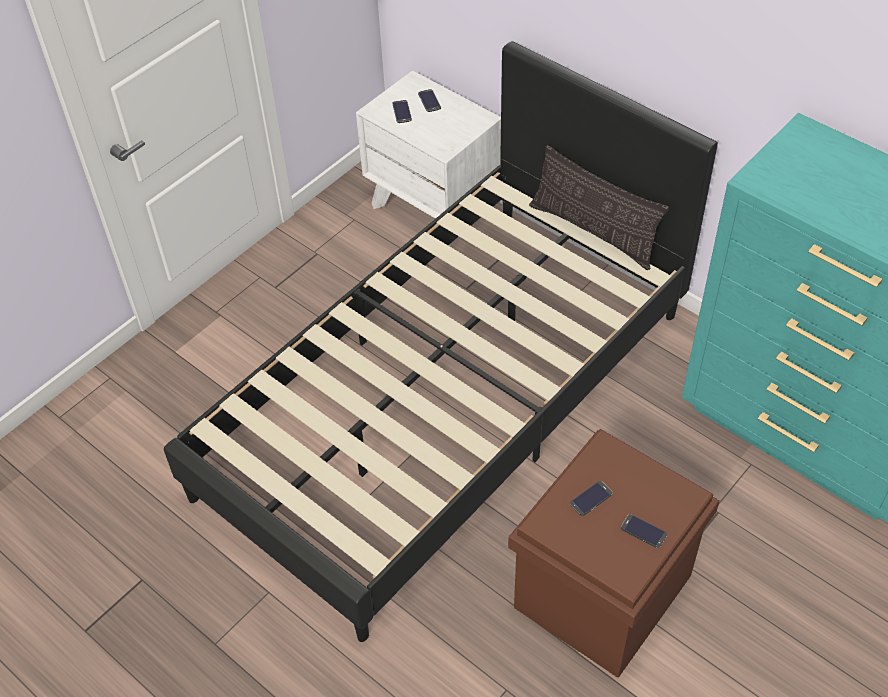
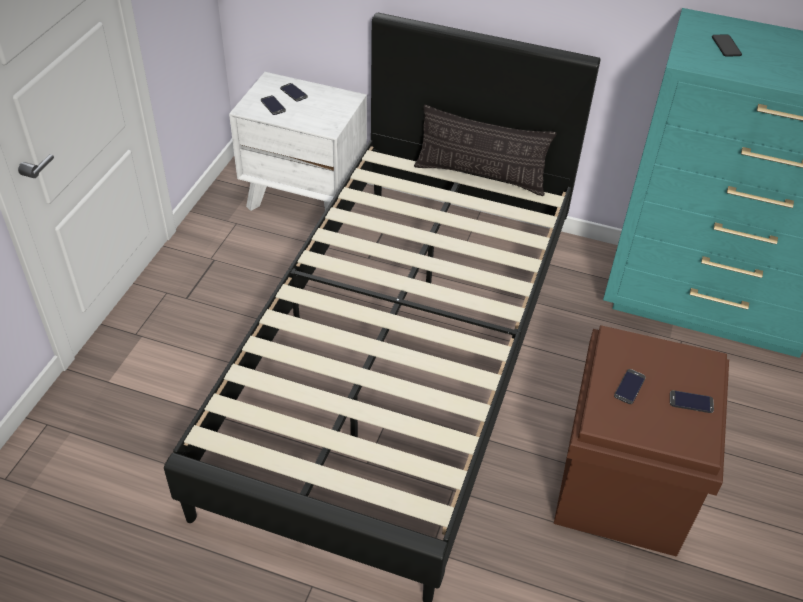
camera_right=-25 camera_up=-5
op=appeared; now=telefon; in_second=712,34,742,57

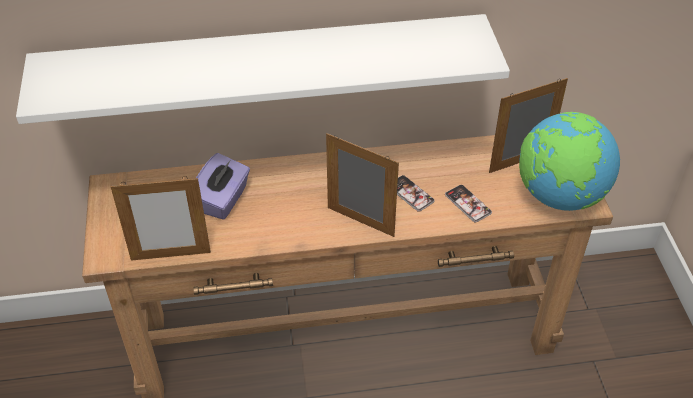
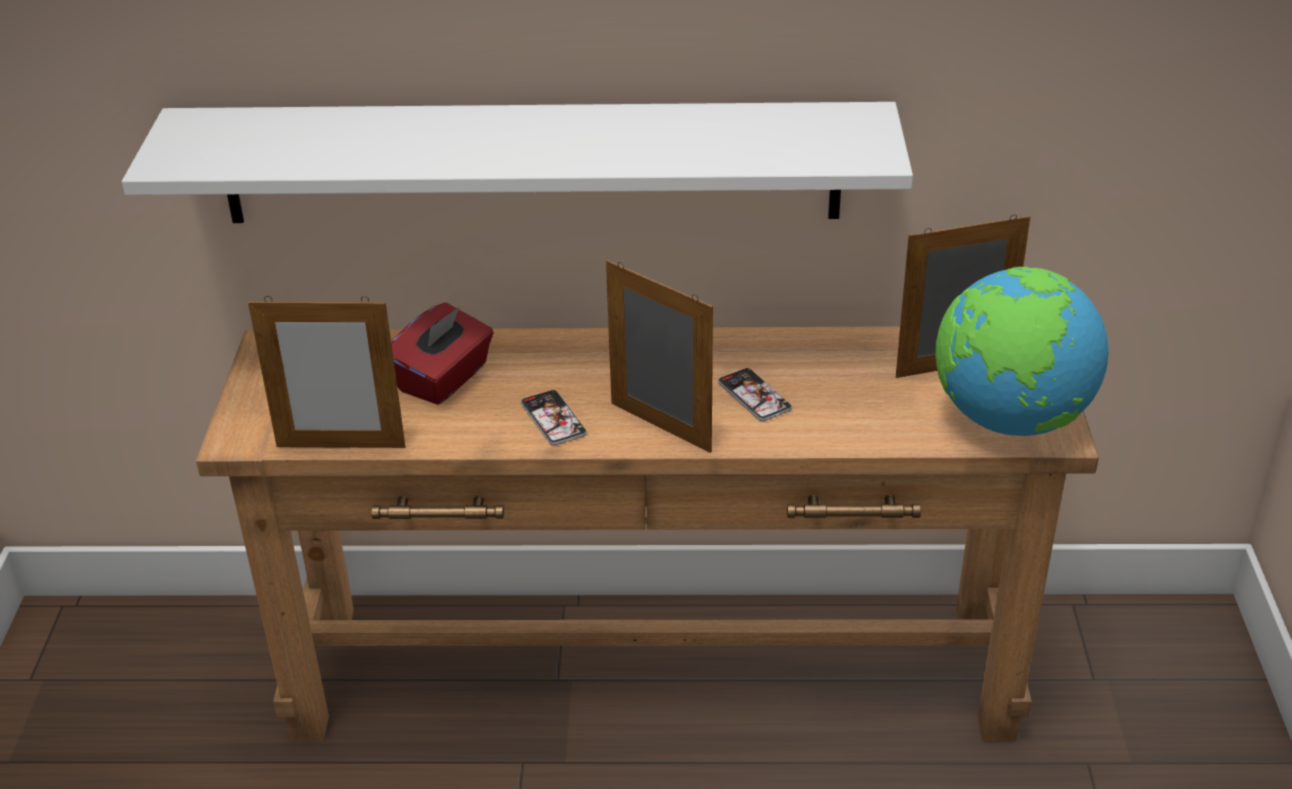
camera_right=10 camera_up=-10
op=colour; was=pudełko chusteczek (fioletowy); now=pudełko chusteczek (czerwony); in_first=196,153,250,220; in_second=391,303,494,405
op=relocated; was=telefon; in_first=445,185,492,222; in_second=521,390,587,445

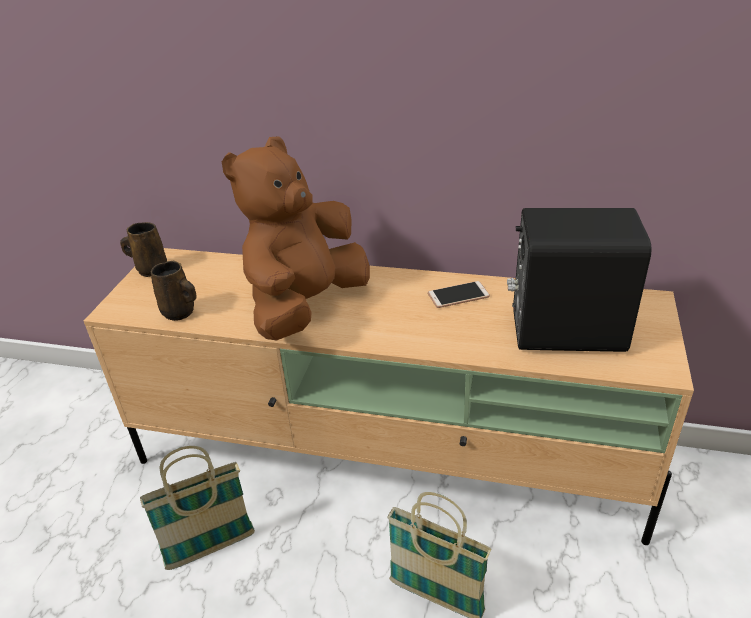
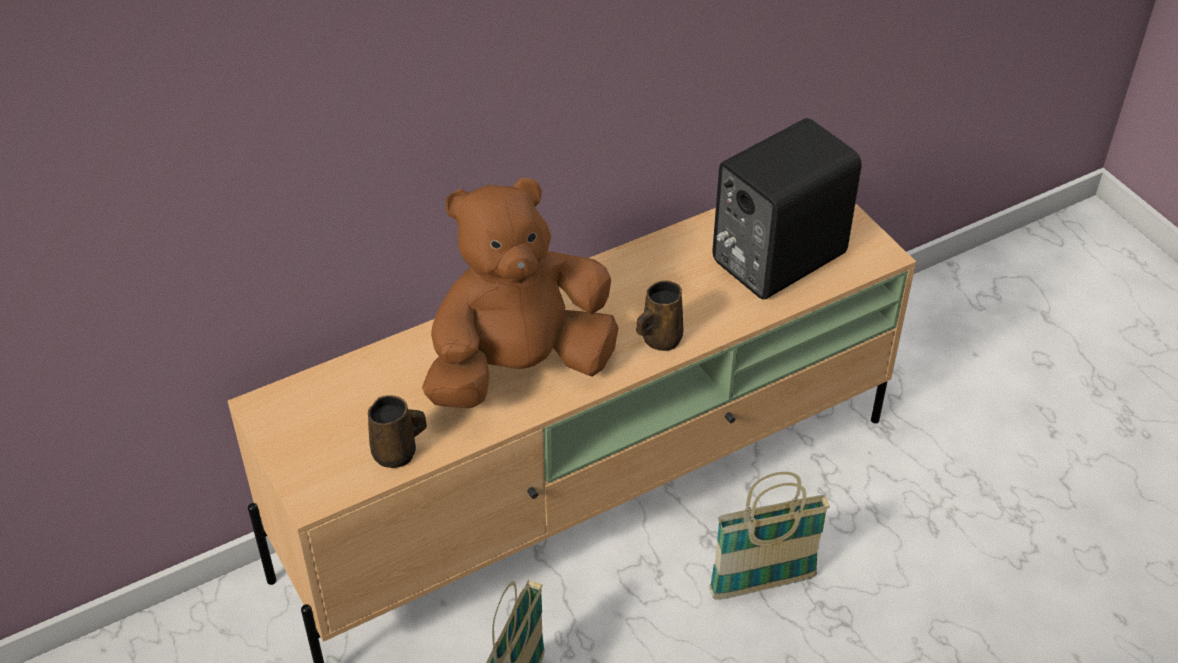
camera_right=-45 camera_up=10
op=spun; was=pluszak (brązowy); in_first=222,136,370,340; in_second=422,177,618,408; clockwise=75
op=relocated; was=kubek (brązowy); in_first=120,222,167,277; in_second=636,281,684,351
op=missing; was=telefon; in_first=428,281,490,308

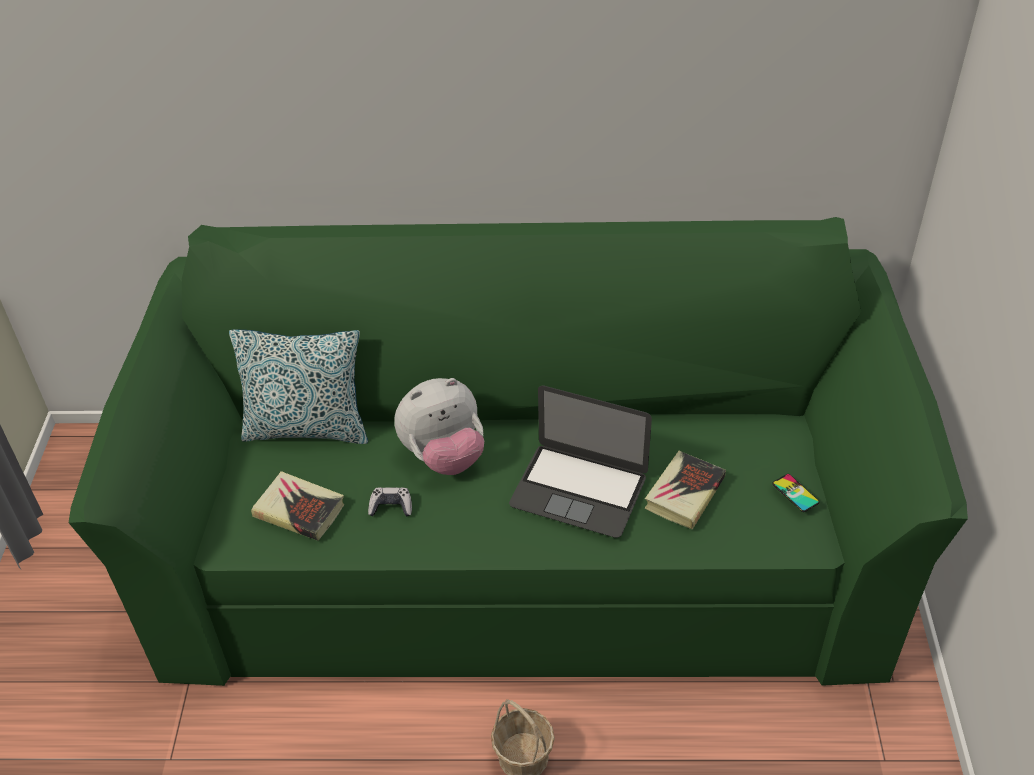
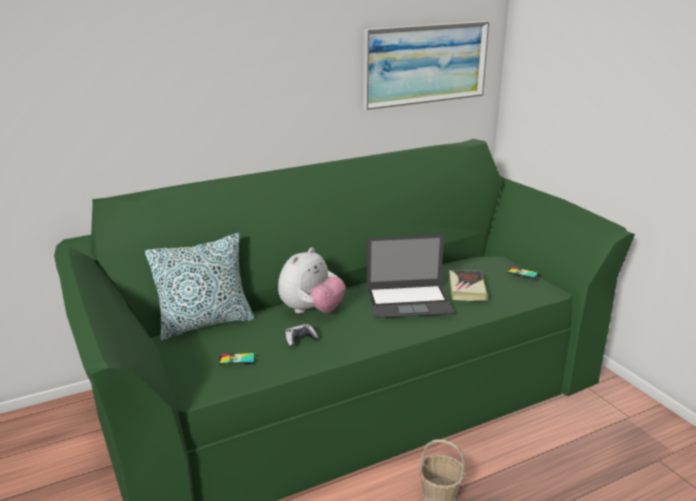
camera_right=-30 camera_up=-20
op=exchanged; was=książka; now=telefon; in_first=251,471,344,541; in_second=219,353,255,365
op=appeared; now=obraz; in_second=364,21,489,110

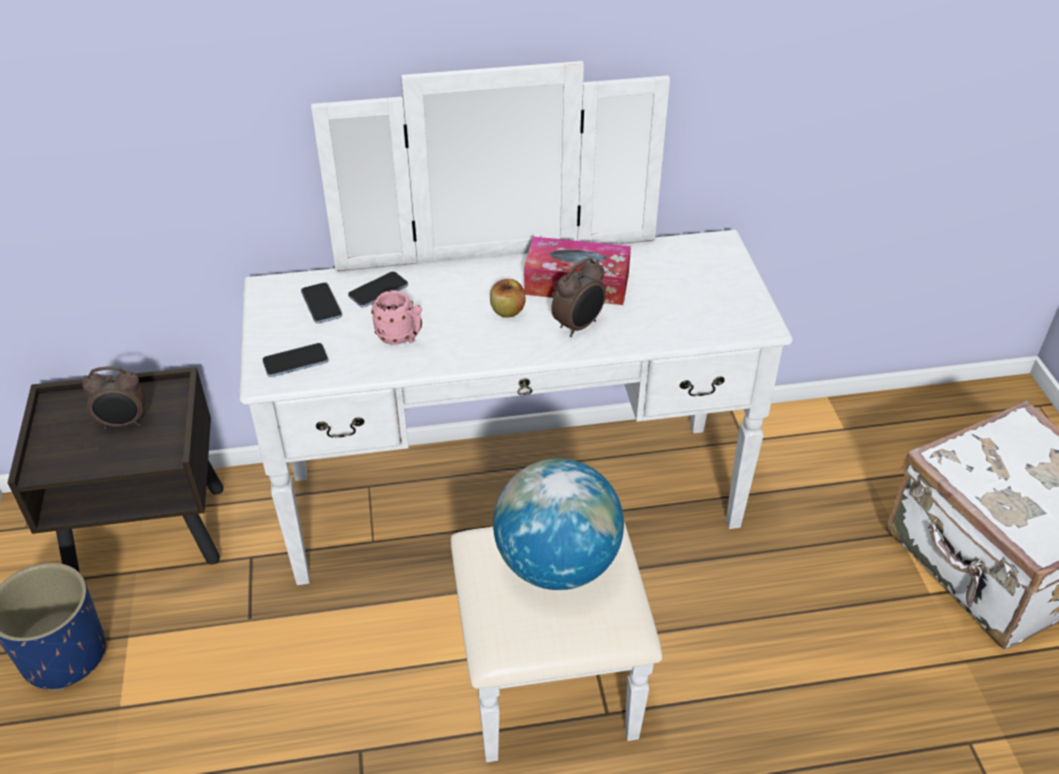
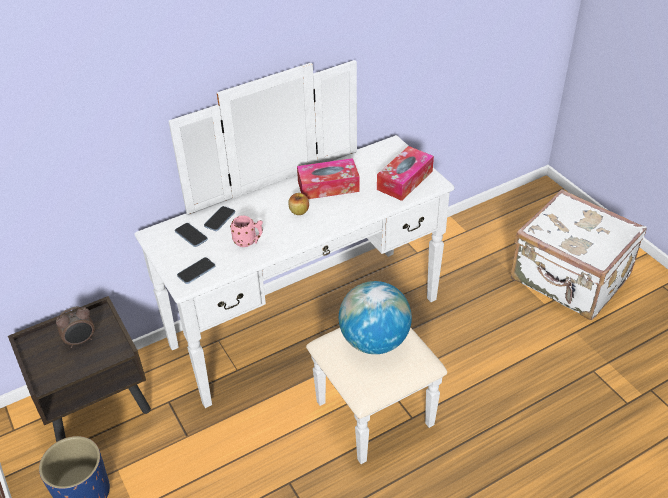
camera_right=-20 camera_up=0
op=missing; was=budzik; in_first=551,257,606,337
op=appeared; now=pudełko chusteczek; in_second=377,146,434,201

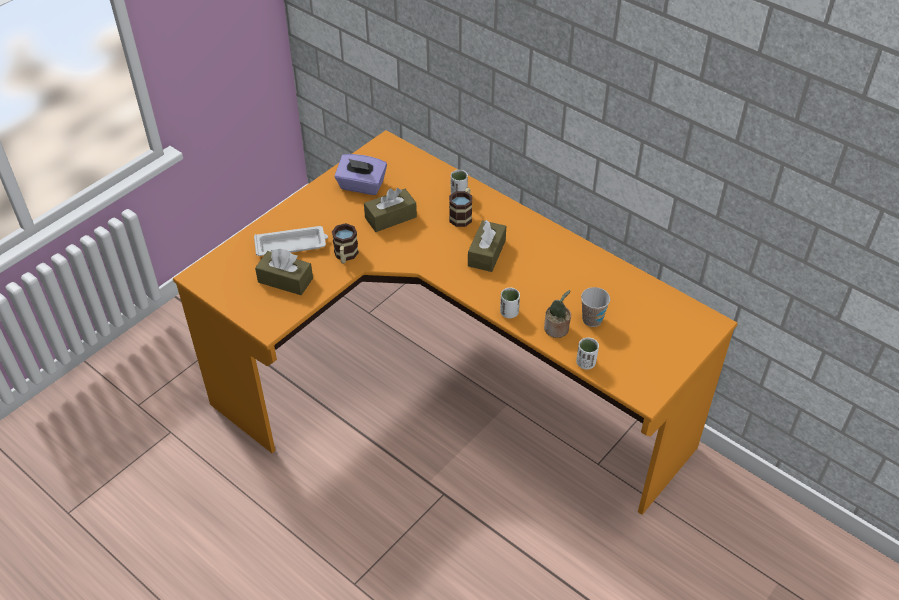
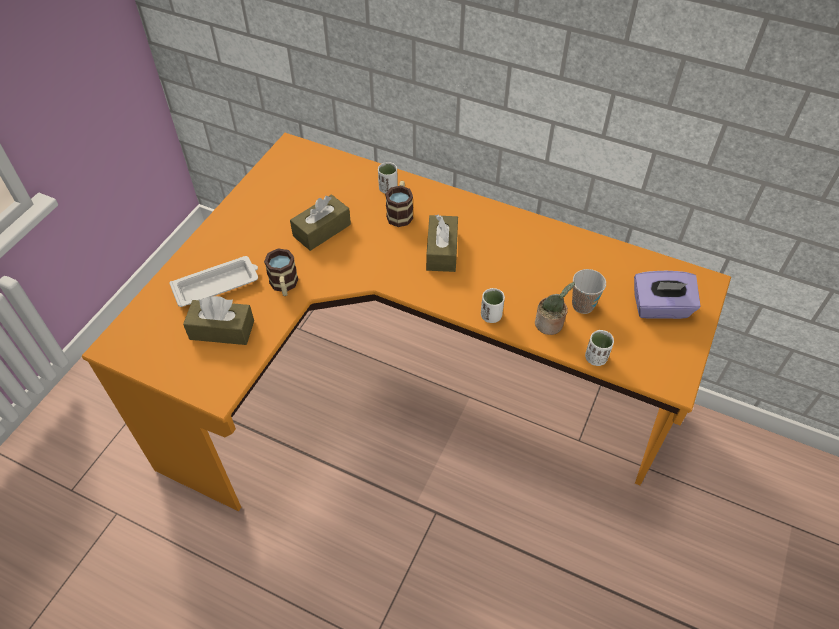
camera_right=-15 camera_up=5
op=relocated; was=pudełko chusteczek (fioletowy); in_first=334,154,387,195; in_second=634,271,701,319

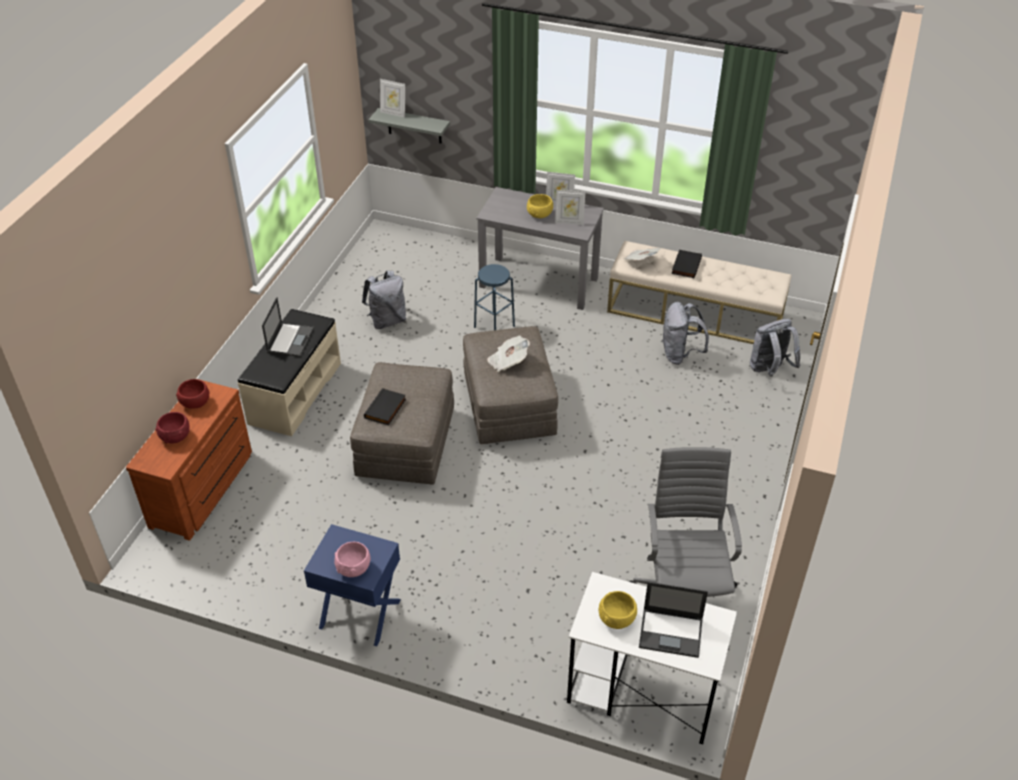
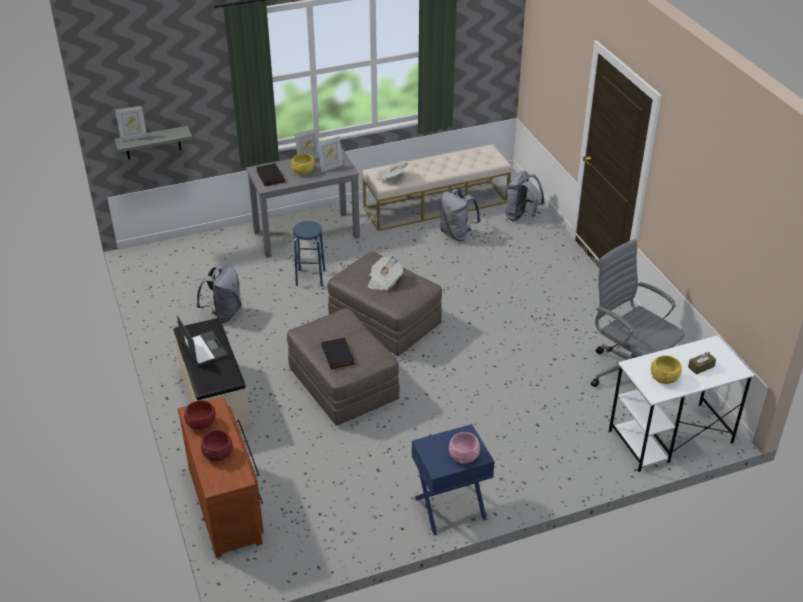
camera_right=-40 camera_up=-5
op=relocated; was=książka (czarny); in_first=671,250,702,278; in_second=256,163,285,186
op=exchanged; was=laptop; now=pudełko chusteczek (brązowy); in_first=639,582,708,658; in_second=688,352,716,375

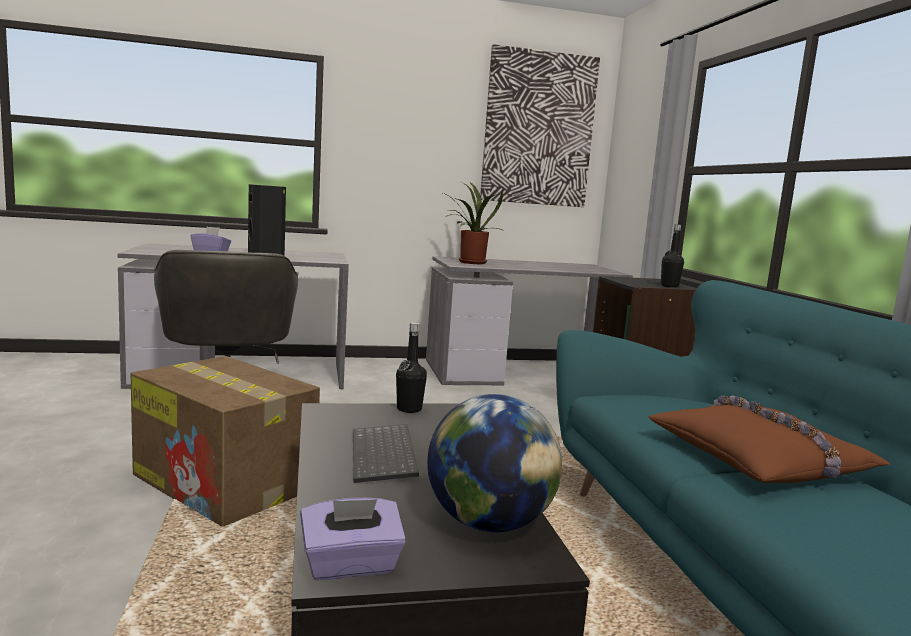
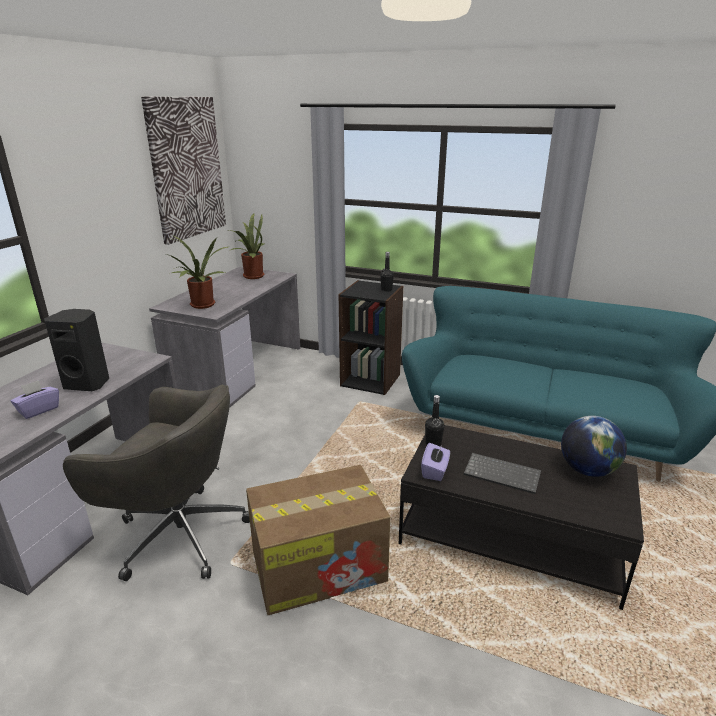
camera_right=-55 camera_up=15
op=missing; was=poduszka (brązowy); in_first=648,395,890,483
op=relocated; was=pudełko chusteczek (fioletowy); in_first=300,498,406,580; in_second=421,443,450,481
op=appeared; now=roślina doniczkowa; in_second=229,214,264,279

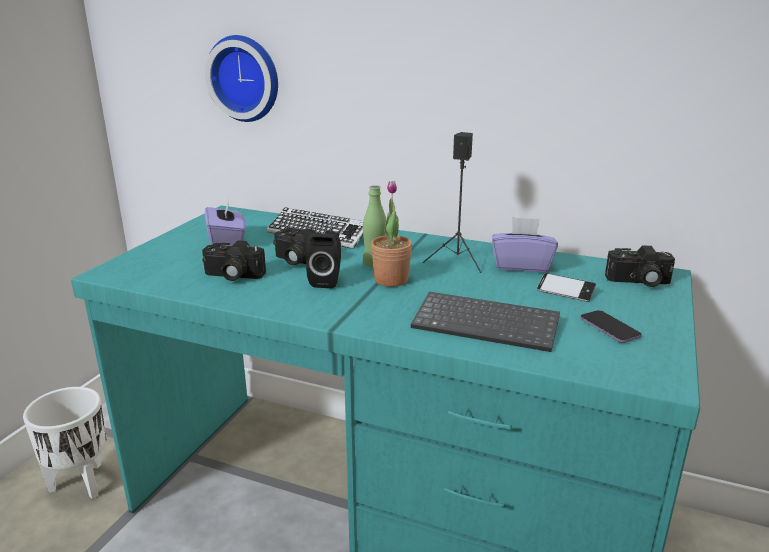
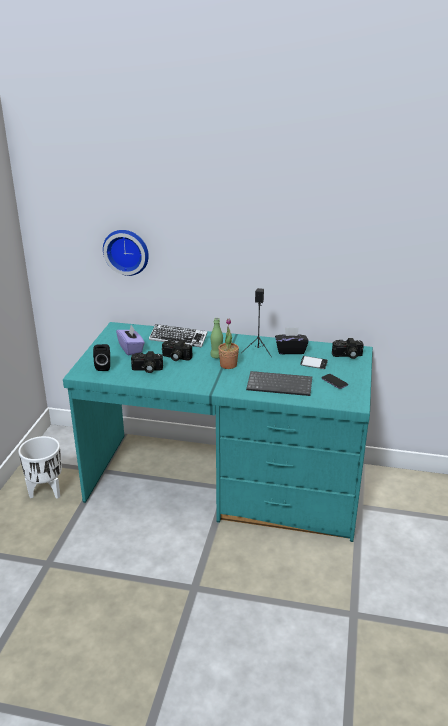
camera_right=-10 camera_up=5
op=colour; was=pudełko chusteczek (fioletowy); now=pudełko chusteczek (czarny); in_first=492,217,558,272; in_second=275,327,309,354
op=relocated; was=głośnik (czarny); in_first=306,233,341,288; in_second=93,344,110,371

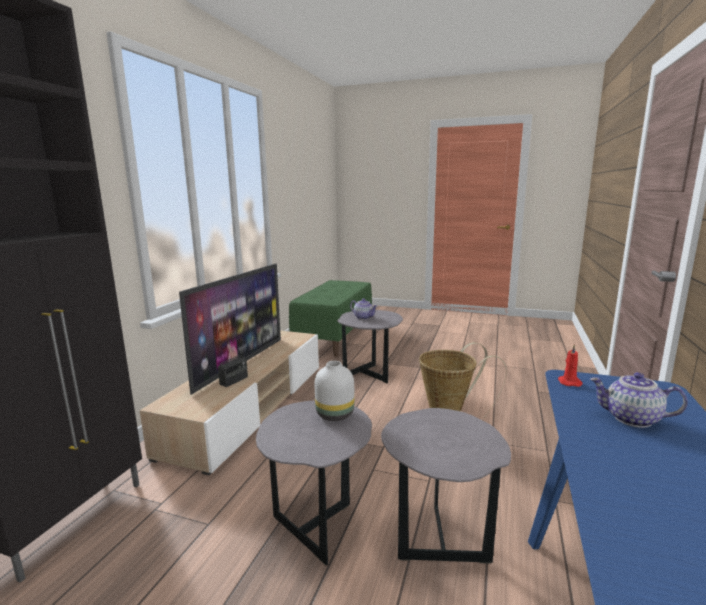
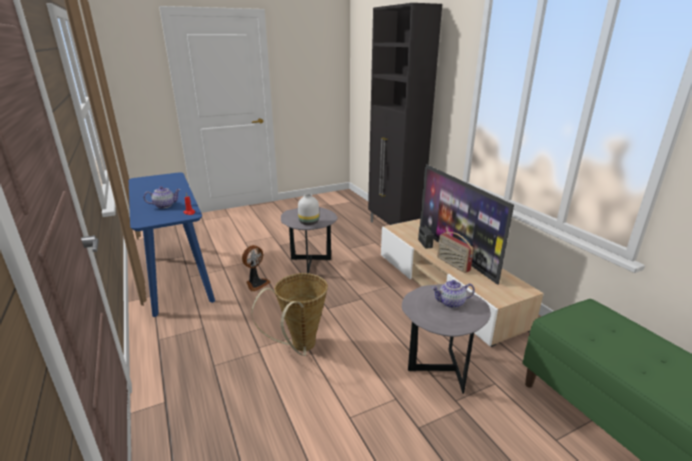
camera_right=135 camera_up=10
op=exchanged; was=stolik (szary); now=wentylator; in_first=381,408,511,564; in_second=242,245,271,292
op=appeared; now=radio; in_second=437,232,474,273

